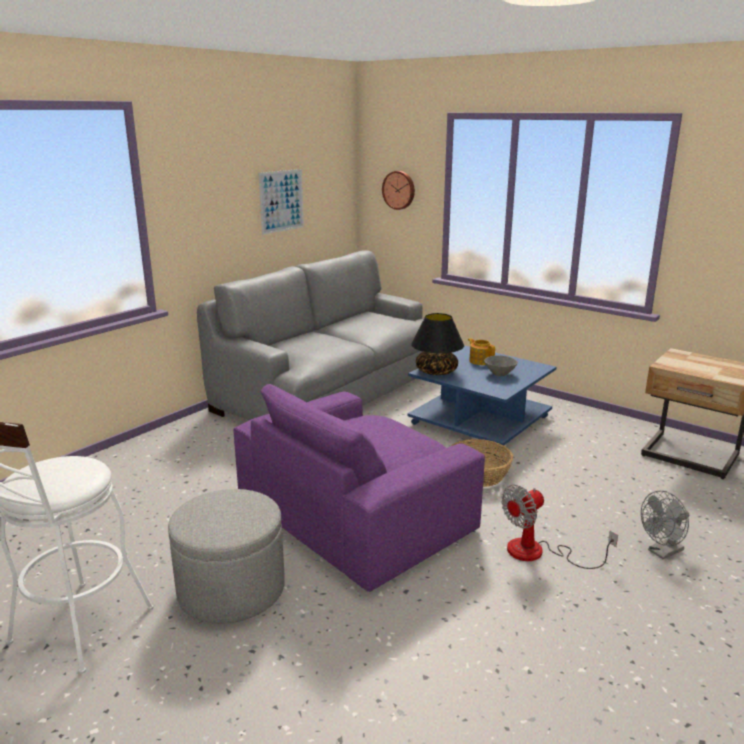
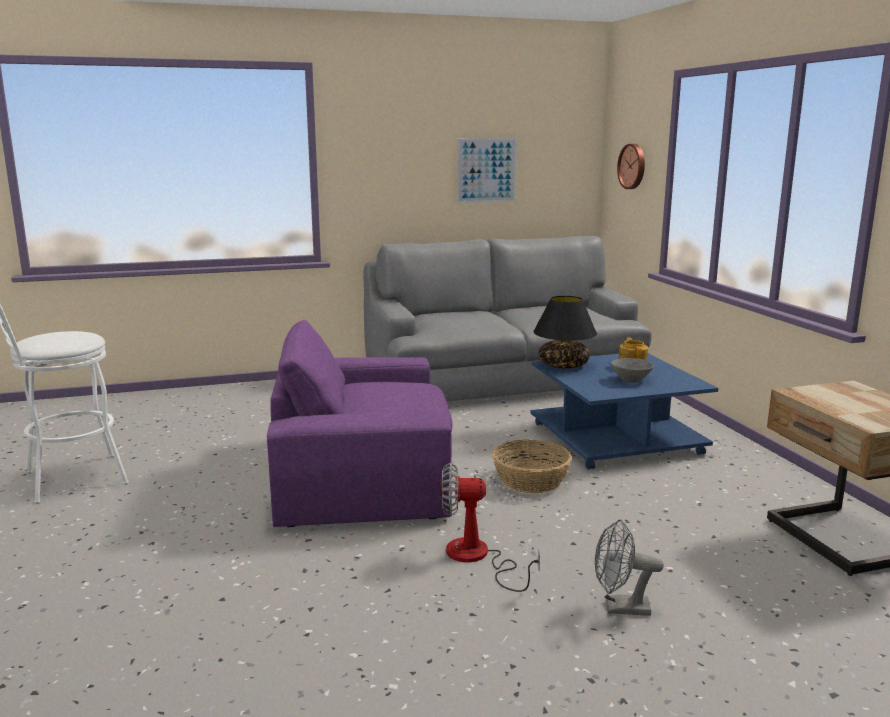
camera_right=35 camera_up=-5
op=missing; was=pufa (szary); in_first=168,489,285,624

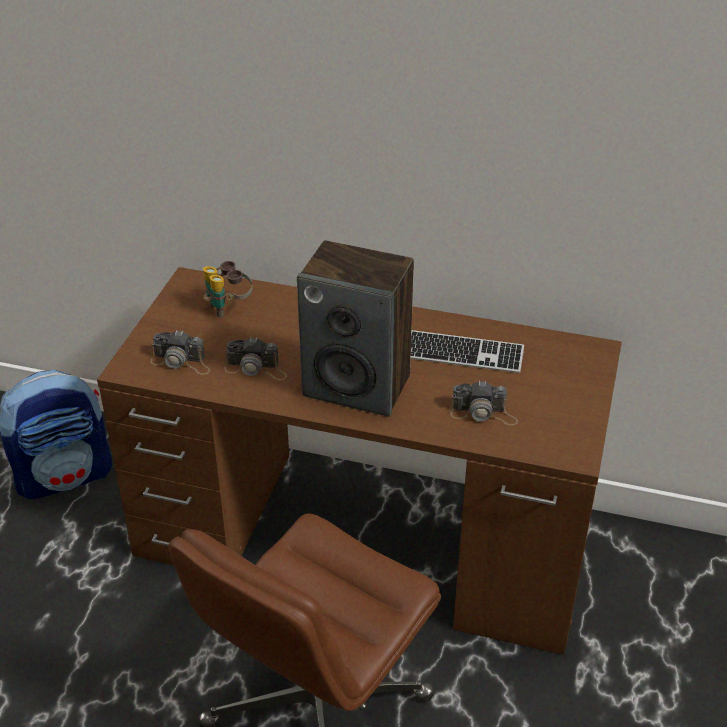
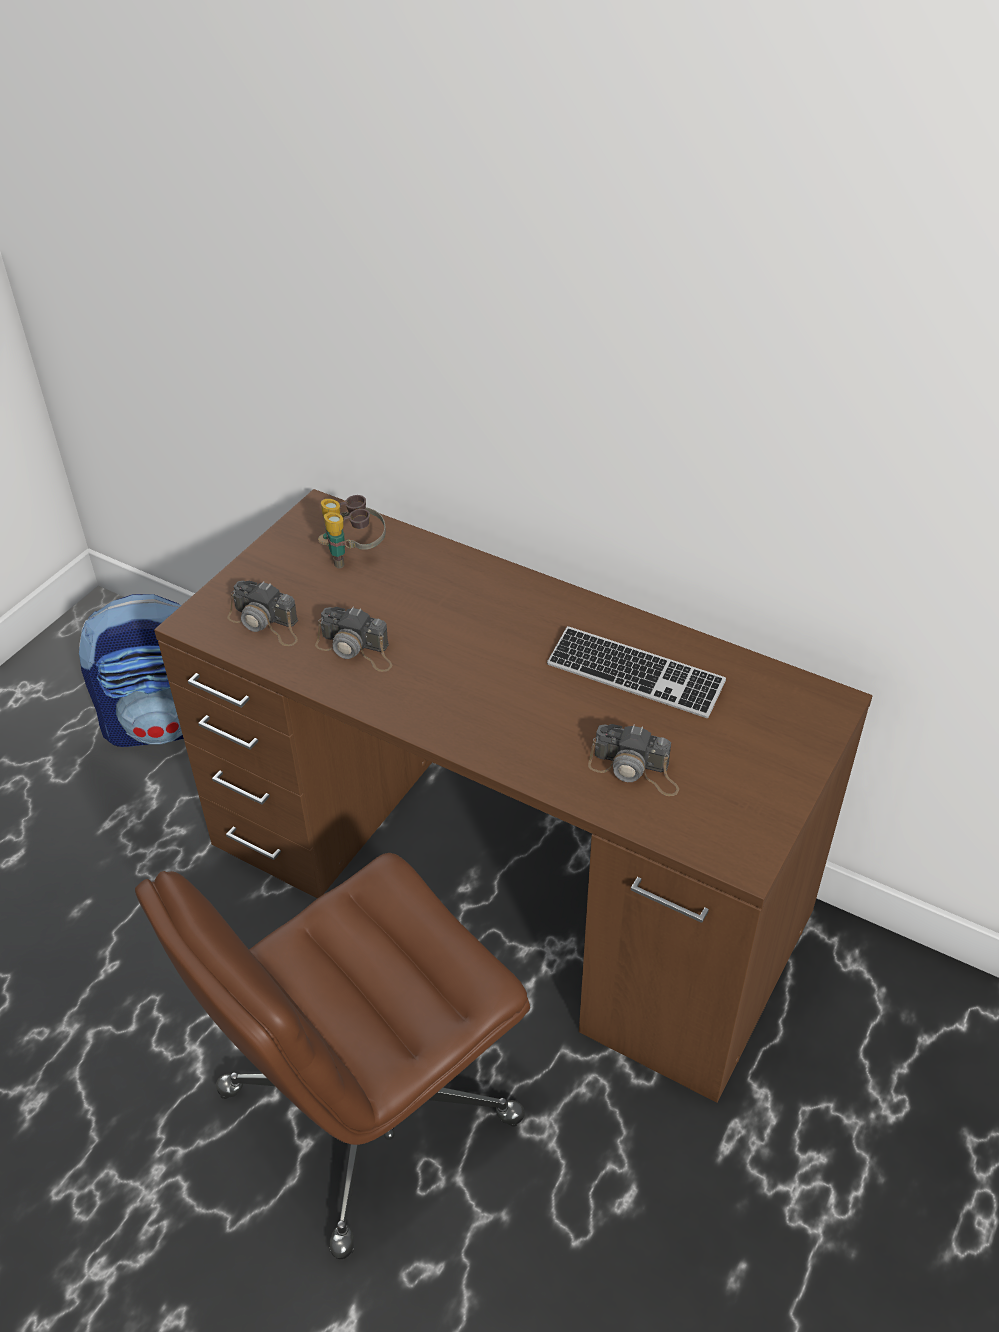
camera_right=15 camera_up=5
op=missing; was=głośnik; in_first=297,240,414,417

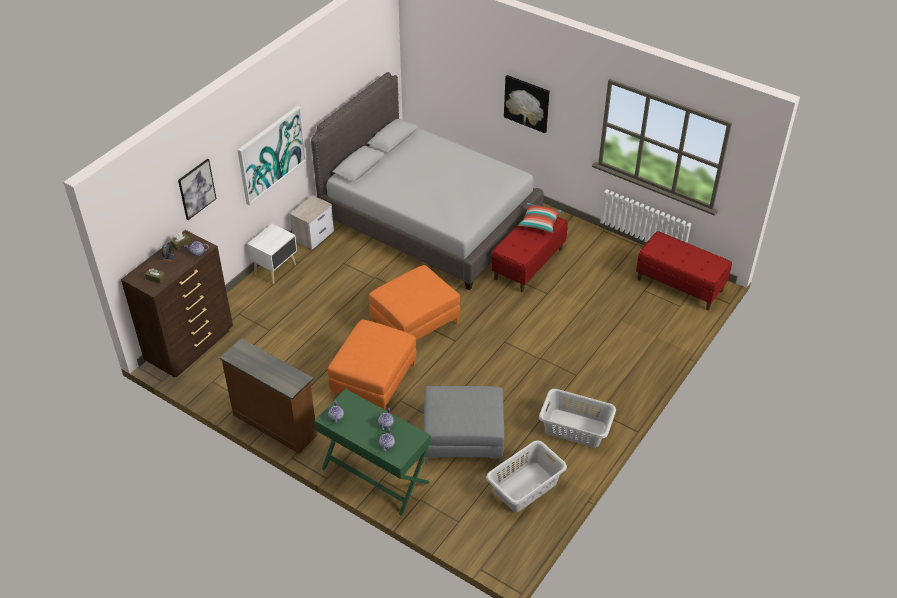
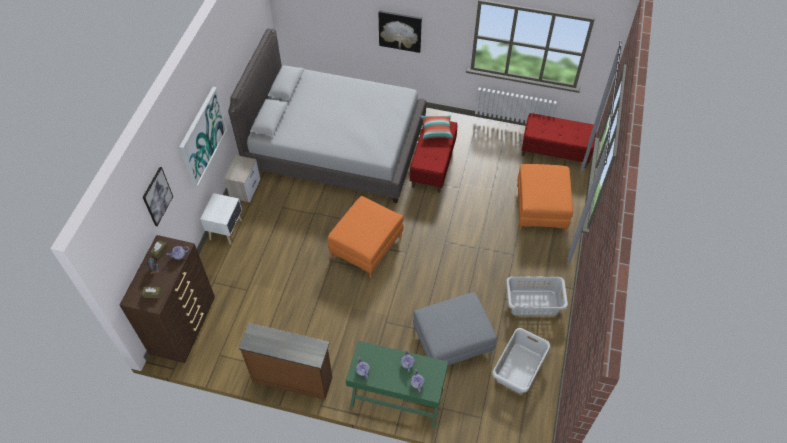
camera_right=-20 camera_up=10
op=relocated; was=pufa (pomarańczowy); in_first=327,320,416,410; in_second=517,164,573,233

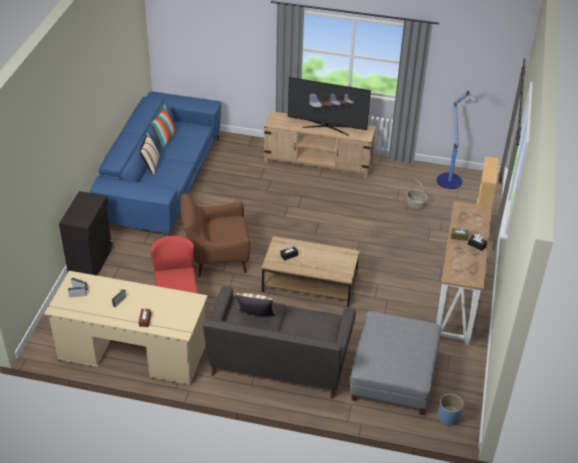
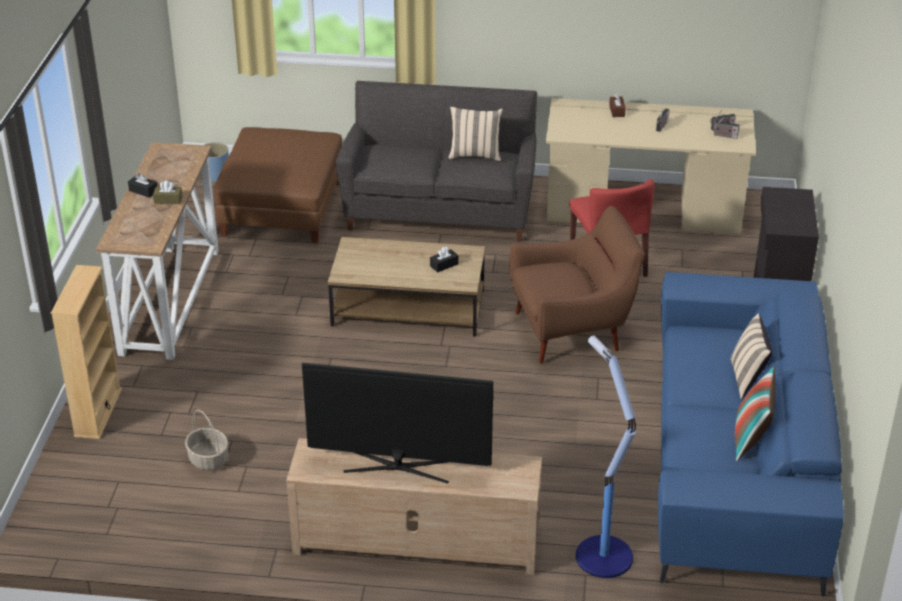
camera_right=175 camera_up=-5
op=relocated; was=lampa stojąca; in_first=437,91,478,189; in_second=576,335,636,578
op=colour; was=pufa (szary); now=pufa (brązowy); in_first=350,311,441,415; in_second=214,127,342,244

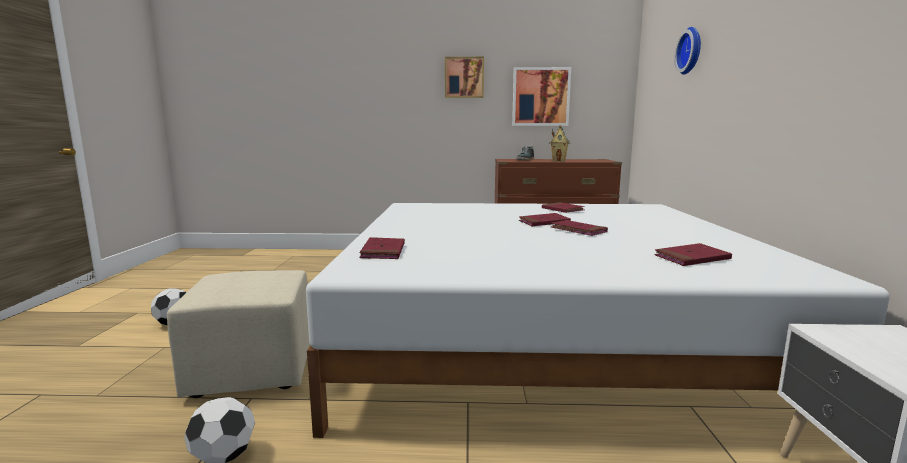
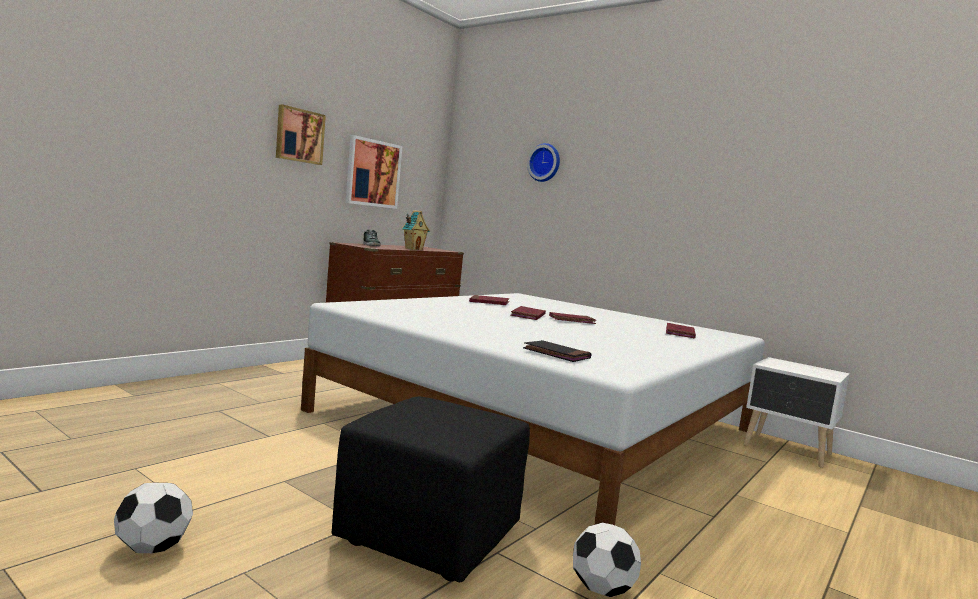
camera_right=-55 camera_up=-5
op=colour; was=książka (czerwony); now=książka (czarny); in_first=359,237,405,259; in_second=523,340,592,362
op=colour; was=pufa (beżowy); now=pufa (czarny); in_first=167,270,310,398; in_second=332,397,530,582

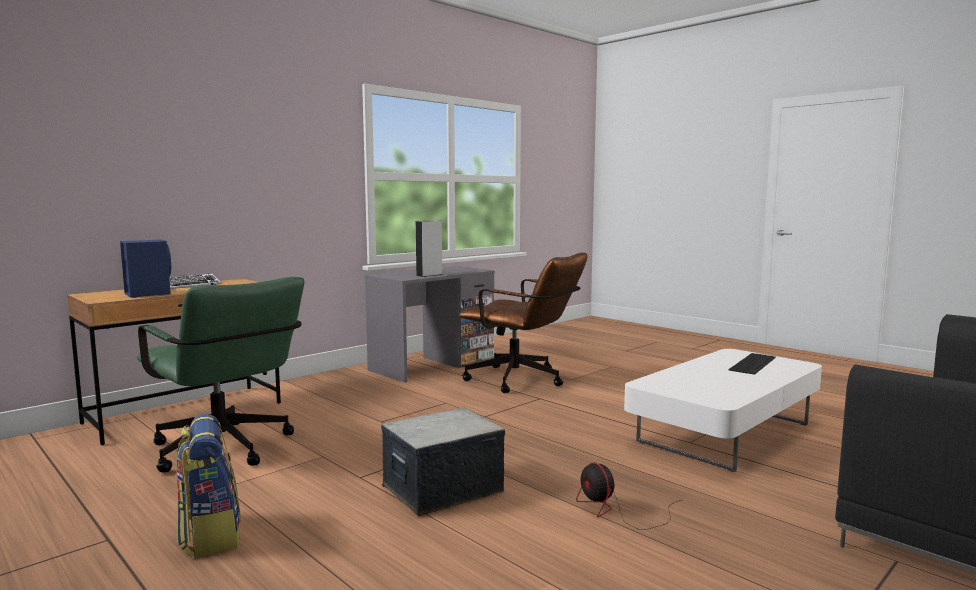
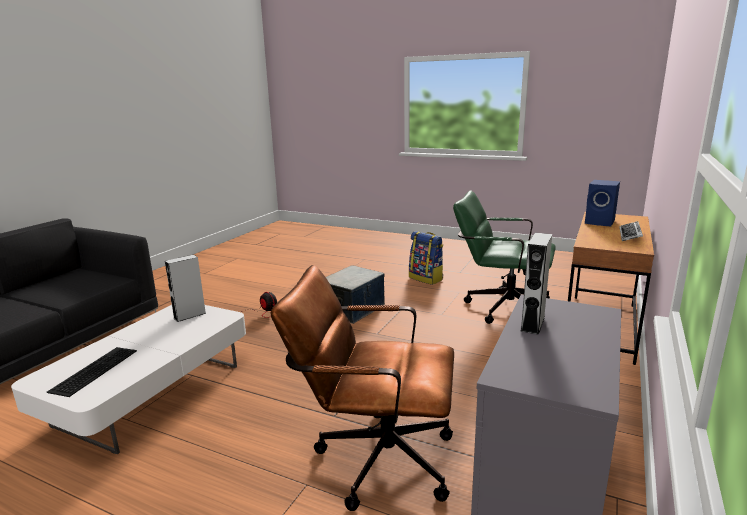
camera_right=160 camera_up=10
op=appeared; now=głośnik (szary); in_second=165,255,206,322

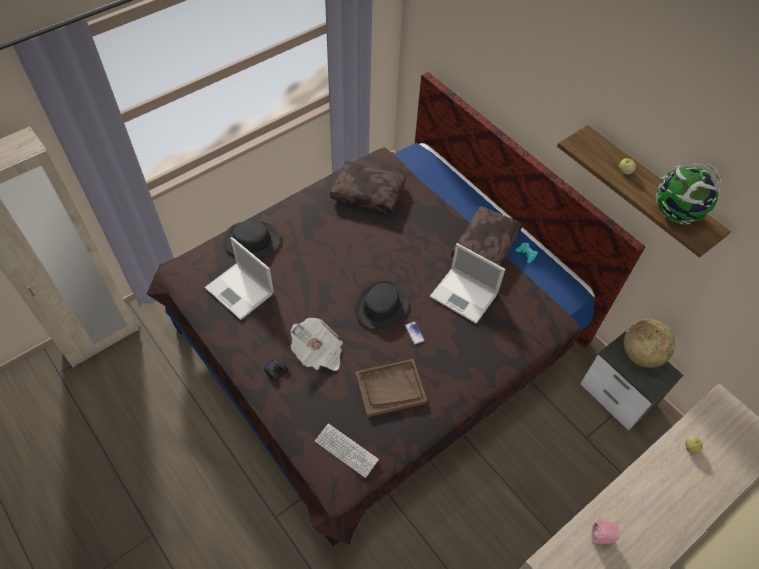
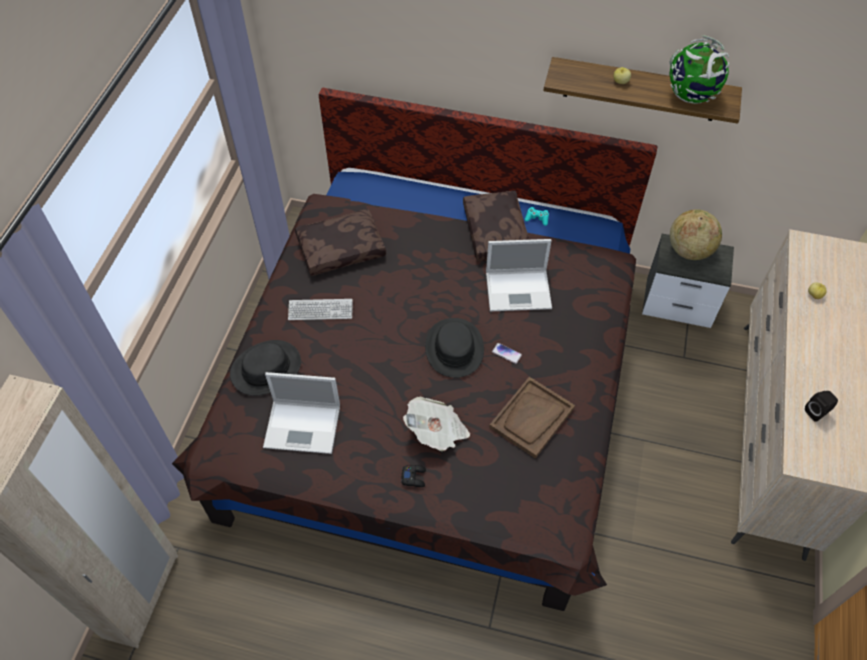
camera_right=-35 camera_up=0
op=relocated; was=klawiatura; in_first=315,424,379,478; in_second=288,299,353,320
op=colour; was=głośnik (różowy); now=głośnik (czarny); in_first=592,519,619,544; in_second=805,391,838,422

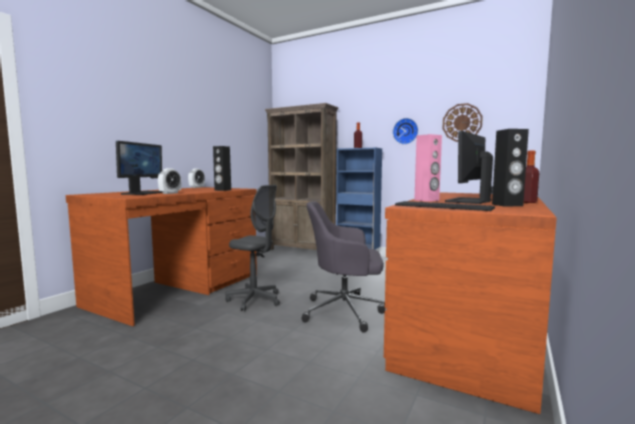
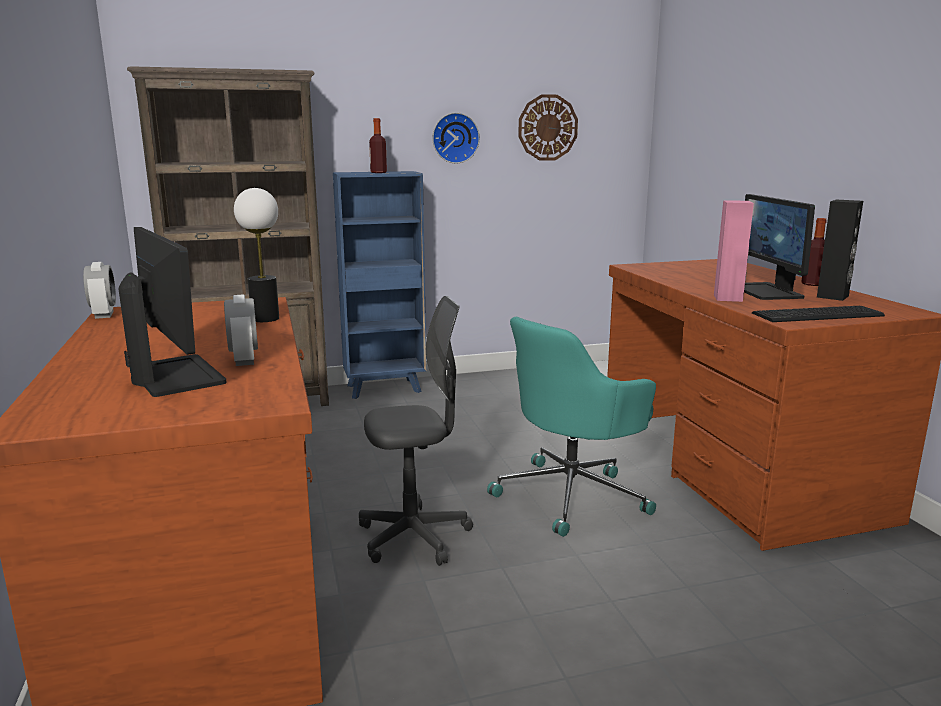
camera_right=-45 camera_up=10
op=exchanged; was=głośnik (czarny); now=lampa stołowa; in_first=213,146,231,191; in_second=234,188,279,322
op=colour; was=krzesło biurowe (szary); now=krzesło biurowe (turkusowy); in_first=301,201,385,333; in_second=487,317,656,537

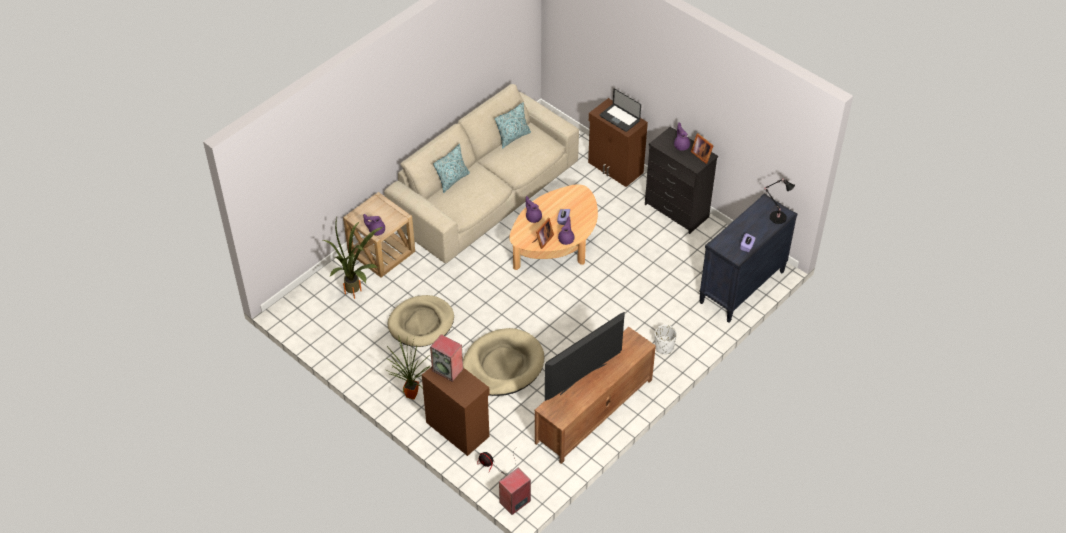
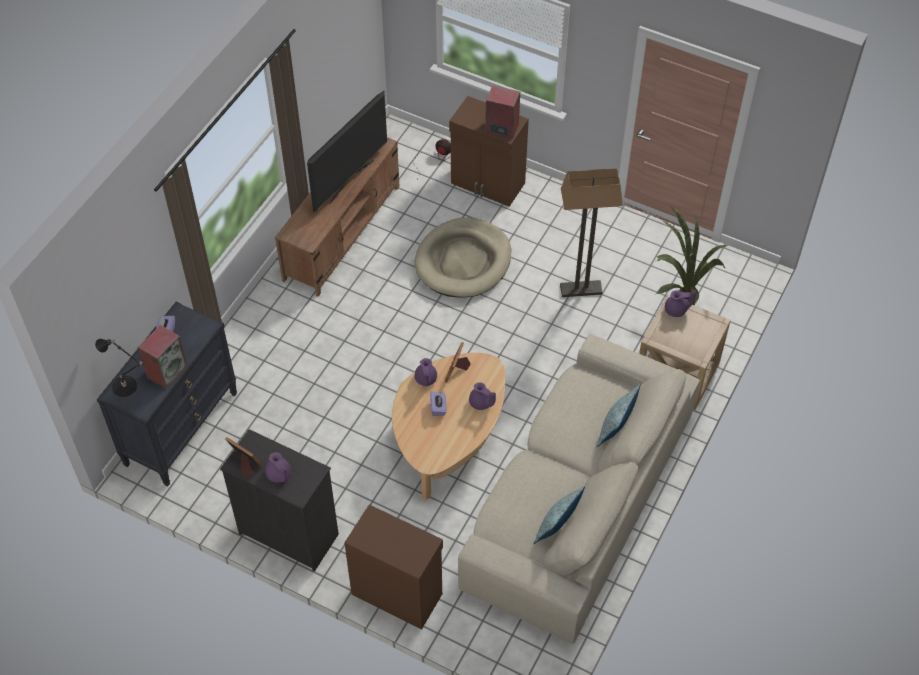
camera_right=165 camera_up=5
op=missing; was=laptop; in_first=600,88,641,132
op=exchanged; was=legowisko (beżowy); now=lampa stojąca; in_first=388,295,454,347; in_second=560,168,623,297
op=missing; was=donica (biały); in_first=655,325,677,354
op=missing; was=roślina doniczkowa; in_first=386,335,430,400
op=relocated; was=głośnik; in_first=499,468,531,515; in_second=138,325,188,389

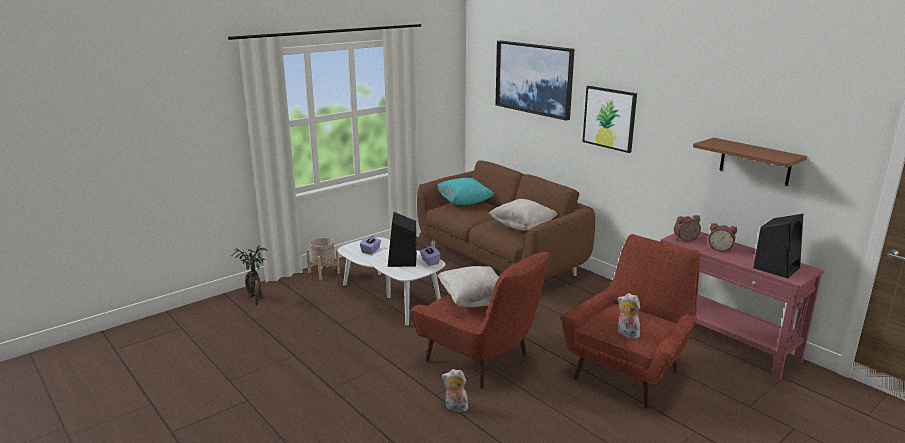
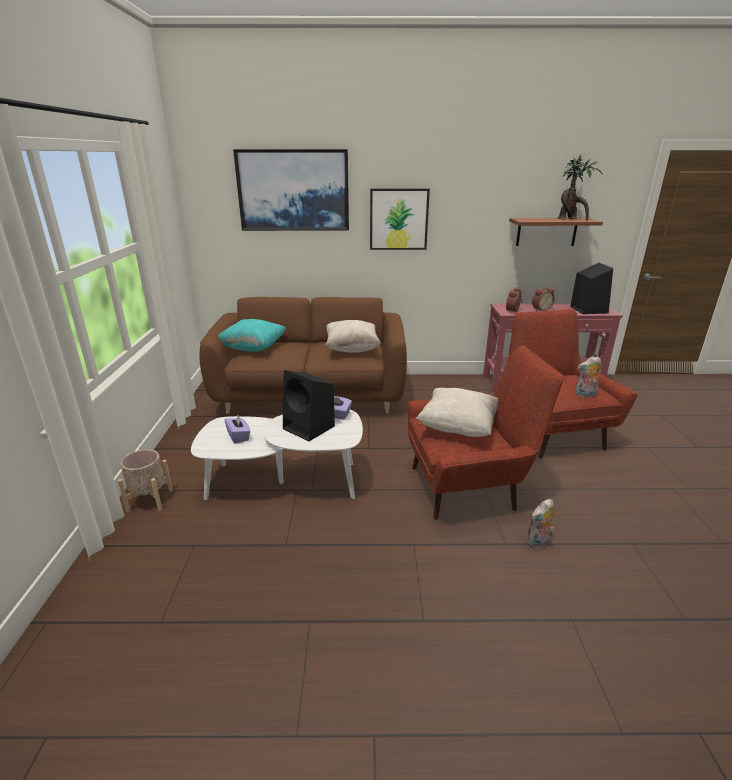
camera_right=-50 camera_up=5
op=relocated; was=roślina doniczkowa; in_first=231,245,268,305; in_second=558,155,603,220

